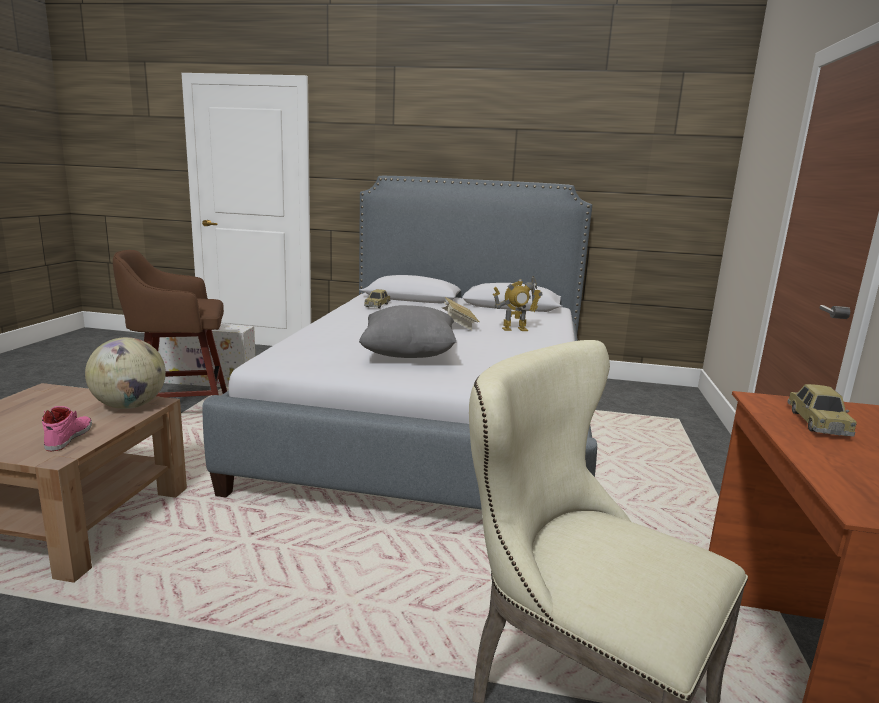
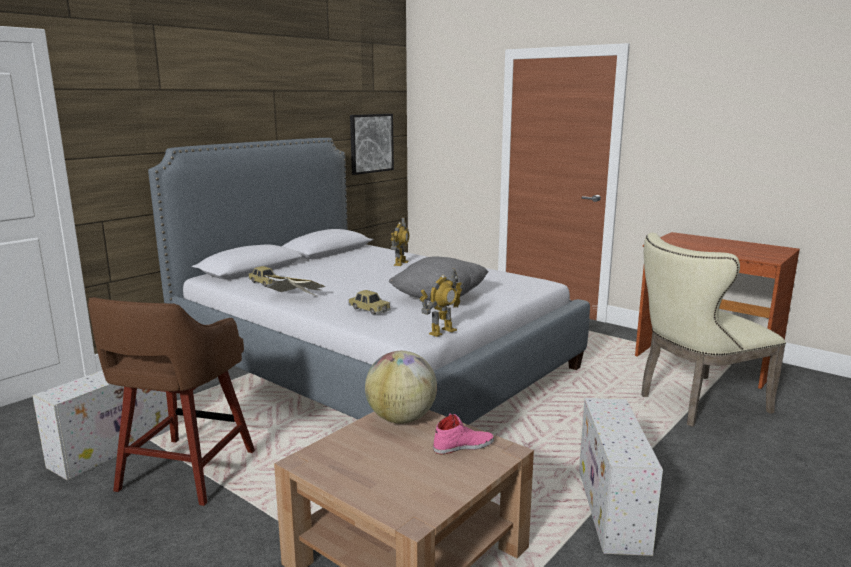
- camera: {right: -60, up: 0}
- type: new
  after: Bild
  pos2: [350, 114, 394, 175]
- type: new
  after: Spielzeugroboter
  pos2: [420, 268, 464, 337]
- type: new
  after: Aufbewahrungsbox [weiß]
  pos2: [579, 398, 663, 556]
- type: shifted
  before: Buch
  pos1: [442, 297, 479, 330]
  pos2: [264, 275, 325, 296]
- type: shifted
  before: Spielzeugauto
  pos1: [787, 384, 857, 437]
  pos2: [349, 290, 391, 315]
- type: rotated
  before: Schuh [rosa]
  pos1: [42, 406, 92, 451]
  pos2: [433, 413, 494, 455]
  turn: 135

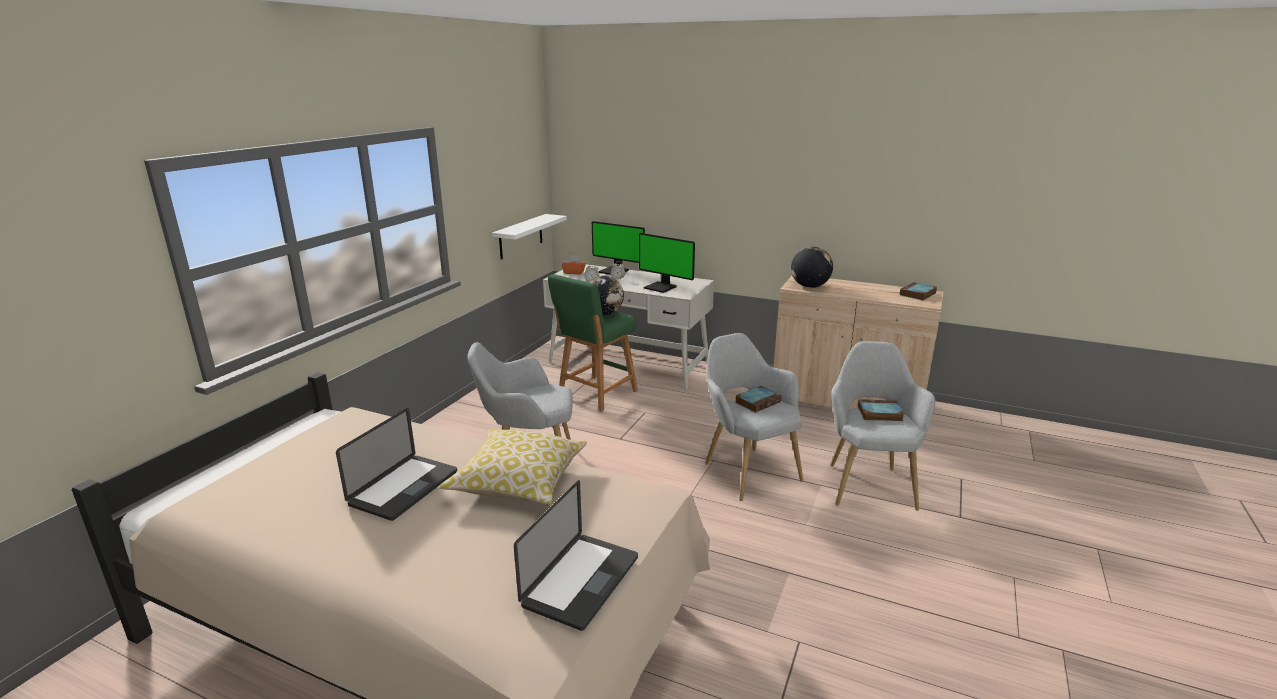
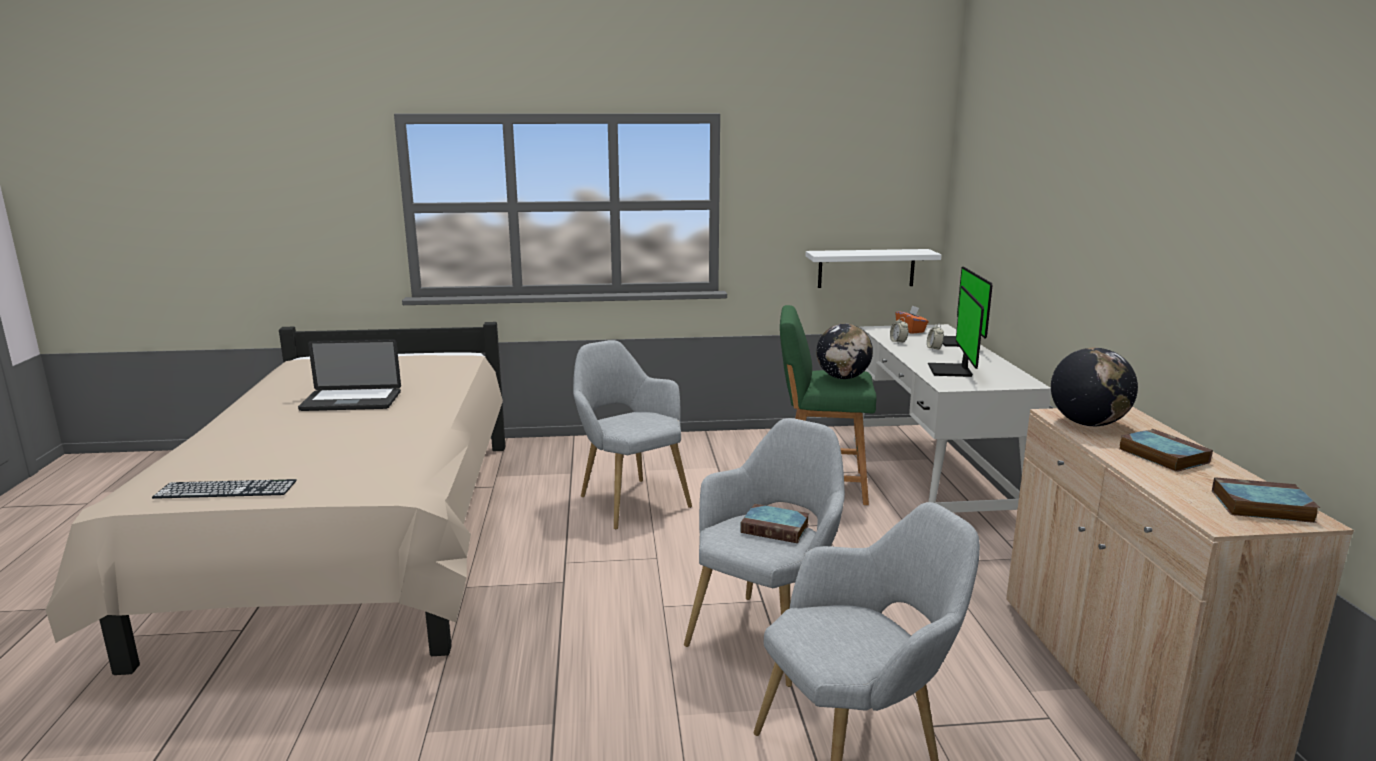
- camera: {right: 60, up: -5}
- type: gone
  before: Kissen
  pos1: [439, 429, 587, 504]
- type: shifted
  before: Buch
  pos1: [858, 399, 905, 421]
  pos2: [1119, 429, 1213, 472]
- type: swapped
  before: Laptop
  after: Tastatur
  pos1: [514, 480, 638, 631]
  pos2: [152, 479, 297, 499]

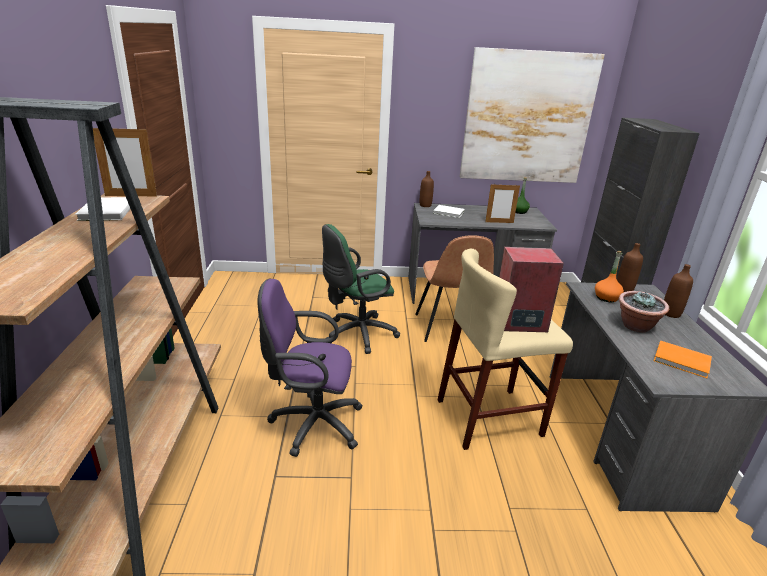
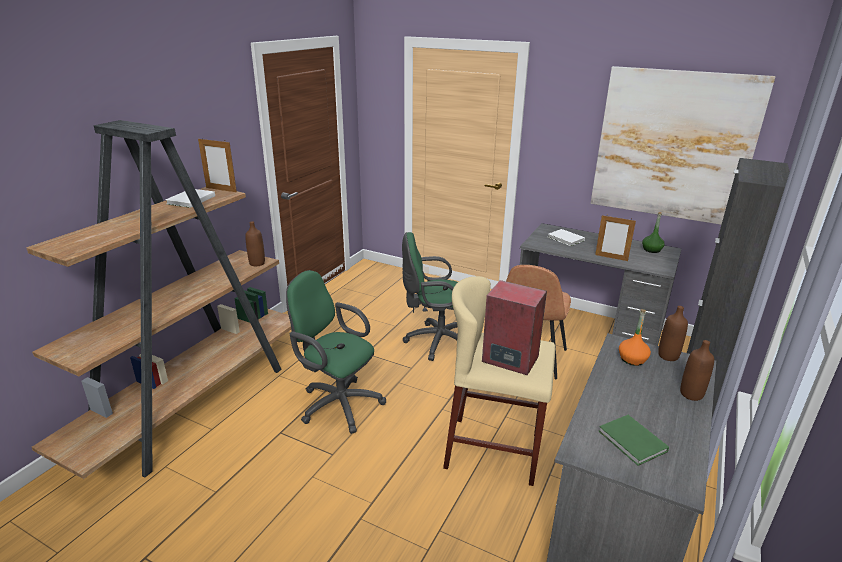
- camera: {right: 30, up: 0}
- type: gone
  before: Topfpflanze
  pos1: [619, 291, 669, 333]
- type: shifted
  before: Flasche [braun]
  pos1: [420, 171, 434, 207]
  pos2: [245, 221, 265, 266]
- type: repainted
  before: Bürostuhl [lila]
  after: Bürostuhl [grün]
  pos1: [257, 279, 363, 457]
  pos2: [286, 270, 386, 434]
- type: repainted
  before: Buch [orange]
  after: Buch [grün]
  pos1: [654, 340, 712, 378]
  pos2: [598, 415, 669, 466]

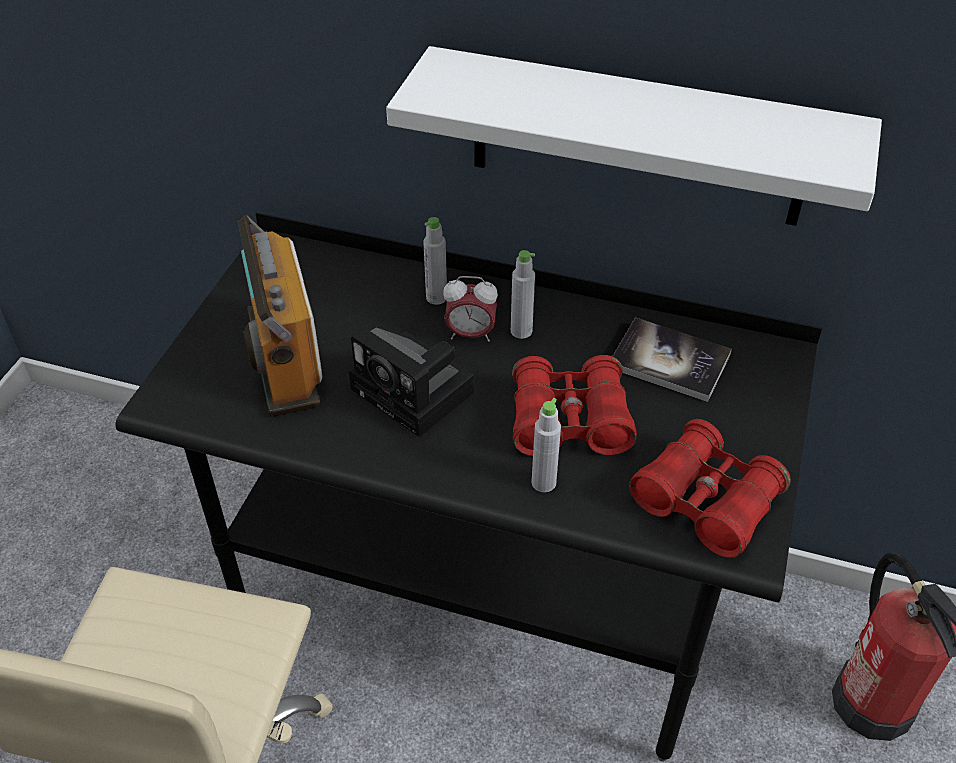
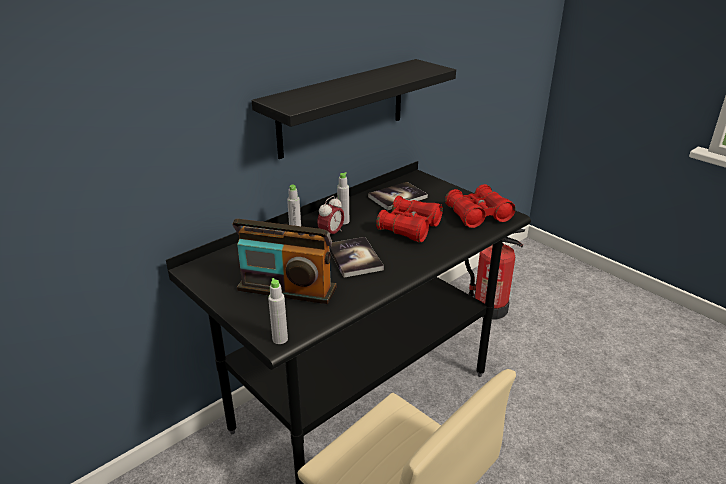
- camera: {right: -60, up: -15}
- type: shifted
  before: Flasche [grau]
  pos1: [531, 398, 561, 492]
  pos2: [268, 278, 288, 344]
- type: swapped
  before: Kamera
  after: Buch
  pos1: [349, 328, 474, 437]
  pos2: [329, 237, 384, 278]
- type: repainted
  before: Wandregal [weiß]
  after: Wandregal [schwarz]
  pos1: [386, 46, 882, 226]
  pos2: [252, 59, 456, 159]

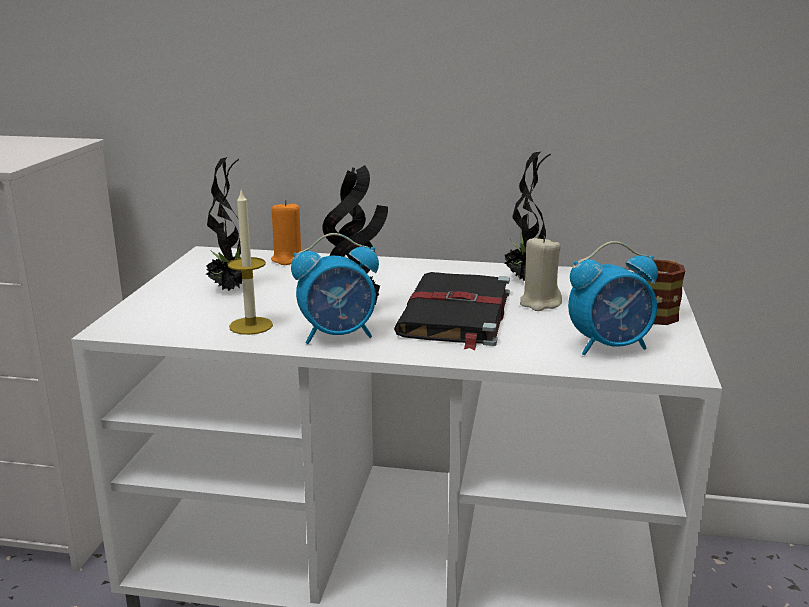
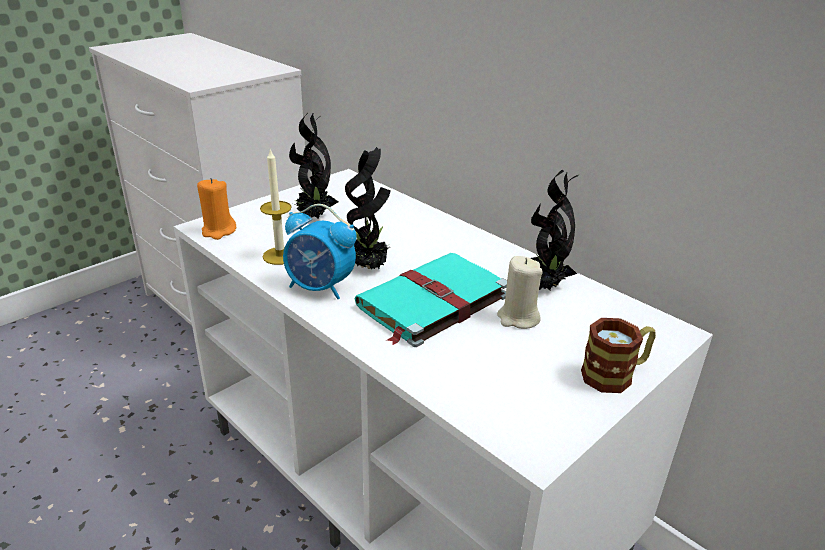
- camera: {right: 35, up: 10}
- type: gone
  before: Wecker
  pos1: [568, 241, 658, 356]
- type: shifted
  before: Kerze [orange]
  pos1: [271, 200, 301, 265]
  pos2: [197, 178, 236, 240]
- type: repainted
  before: Buch [schwarz]
  after: Buch [türkis]
  pos1: [394, 272, 510, 350]
  pos2: [355, 253, 507, 347]

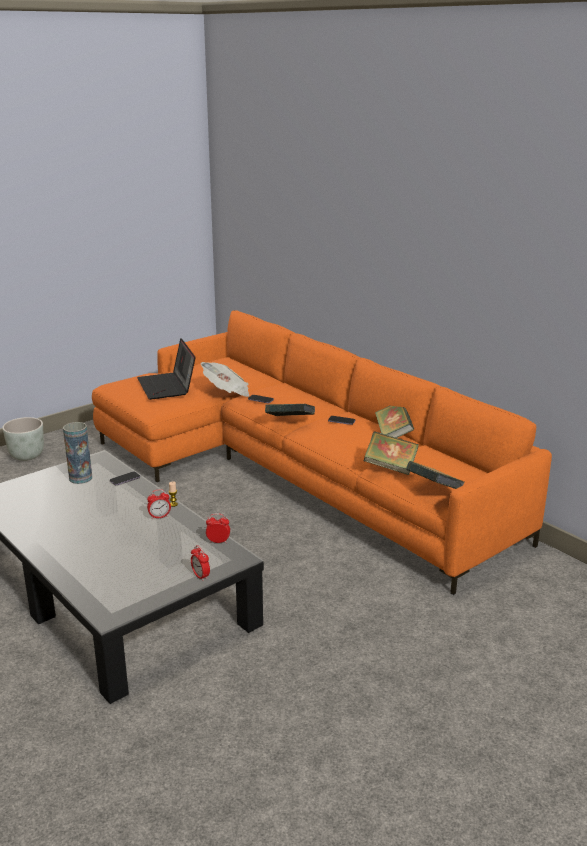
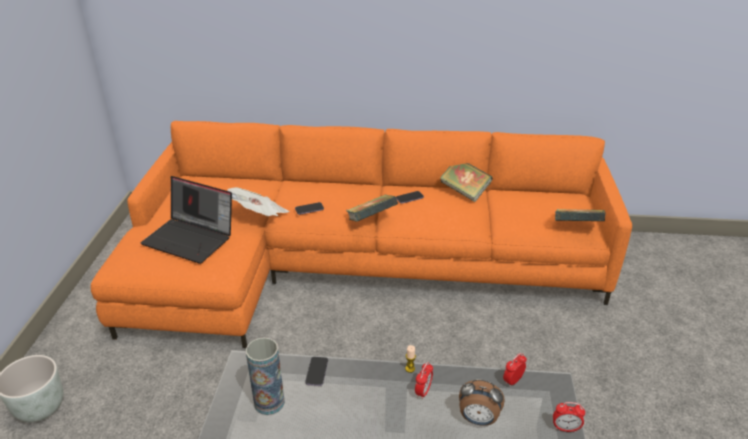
- camera: {right: -45, up: 10}
- type: gone
  before: Buch
  pos1: [364, 431, 419, 475]
- type: new
  after: Wecker
  pos2: [459, 379, 504, 426]

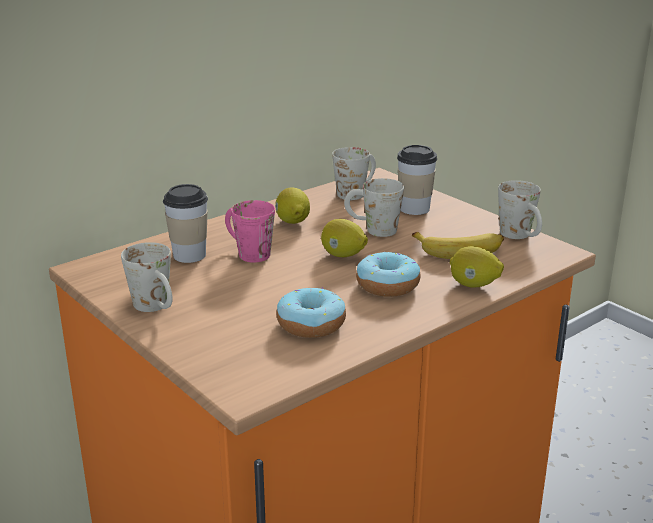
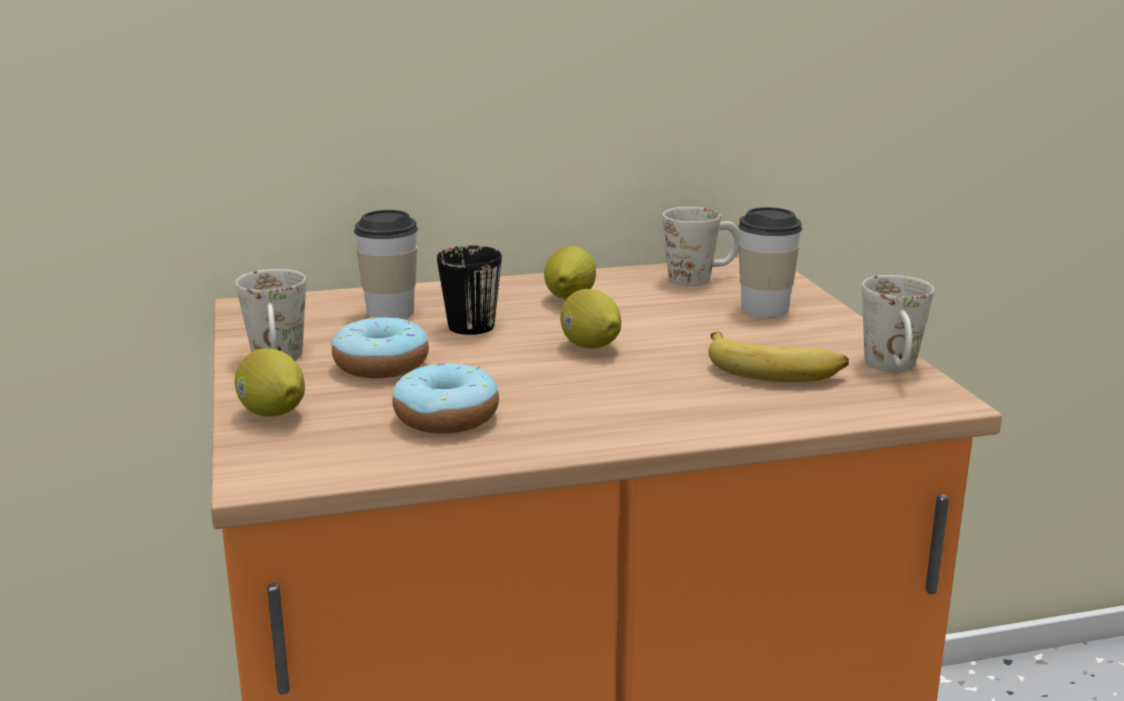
- camera: {right: 25, up: -5}
- type: gone
  before: Henkelbecher [weiß]
  pos1: [344, 178, 404, 237]
- type: shifted
  before: Donut
  pos1: [356, 252, 421, 297]
  pos2: [331, 317, 429, 378]
- type: shifted
  before: Zitrone
  pos1: [450, 246, 504, 287]
  pos2: [234, 349, 305, 417]
- type: repainted
  before: Henkelbecher [rosa]
  after: Henkelbecher [schwarz]
  pos1: [225, 200, 275, 263]
  pos2: [437, 245, 502, 335]

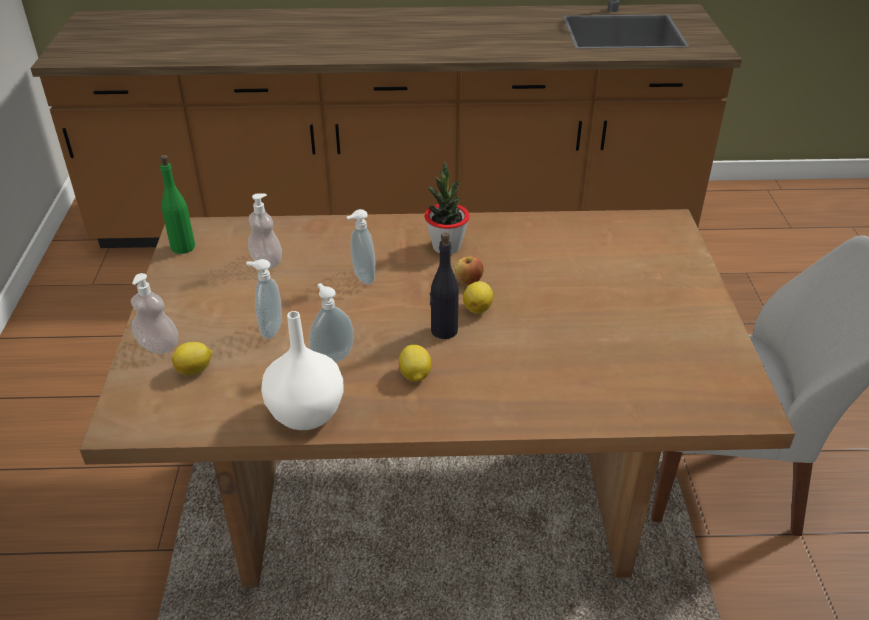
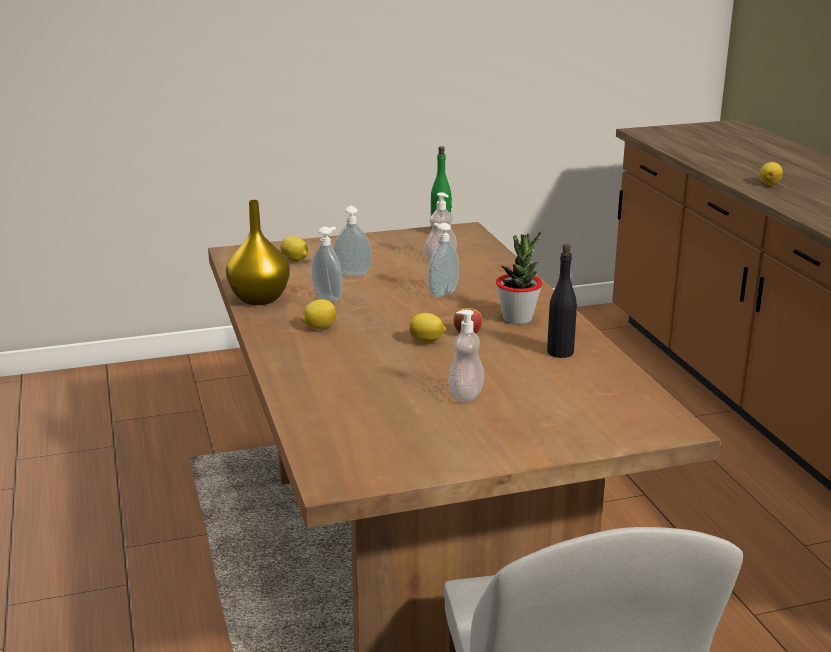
- camera: {right: 75, up: -15}
- type: new
  after: Zitrone
  pos2: [759, 162, 783, 185]
- type: shifted
  before: Seifenspender
  pos1: [131, 273, 178, 353]
  pos2: [448, 310, 484, 402]
- type: shifted
  before: Flasche [schwarz]
  pos1: [430, 232, 459, 339]
  pos2: [547, 244, 577, 358]
- type: repainted
  before: Vase [weiß]
  after: Vase [gelb]
  pos1: [261, 311, 343, 430]
  pos2: [226, 200, 290, 305]

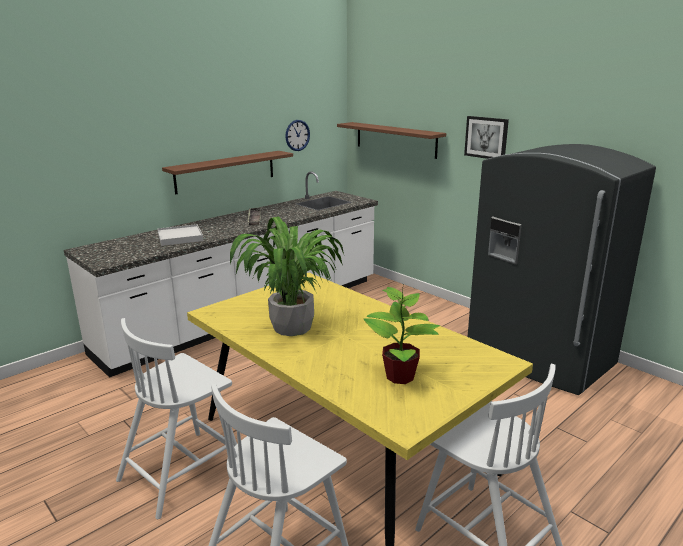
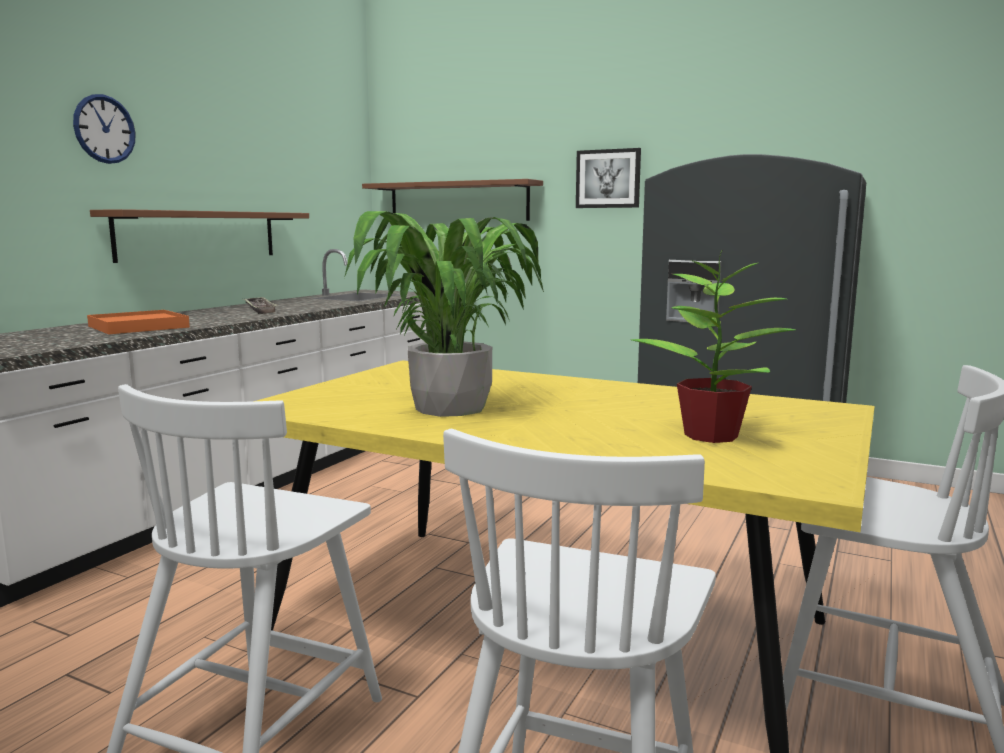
- camera: {right: -20, up: -10}
- type: shifted
  before: Wanduhr
  pos1: [285, 120, 310, 151]
  pos2: [73, 94, 136, 164]
- type: repainted
  before: Tablett [weiß]
  after: Tablett [orange]
  pos1: [157, 224, 204, 246]
  pos2: [87, 310, 190, 334]

